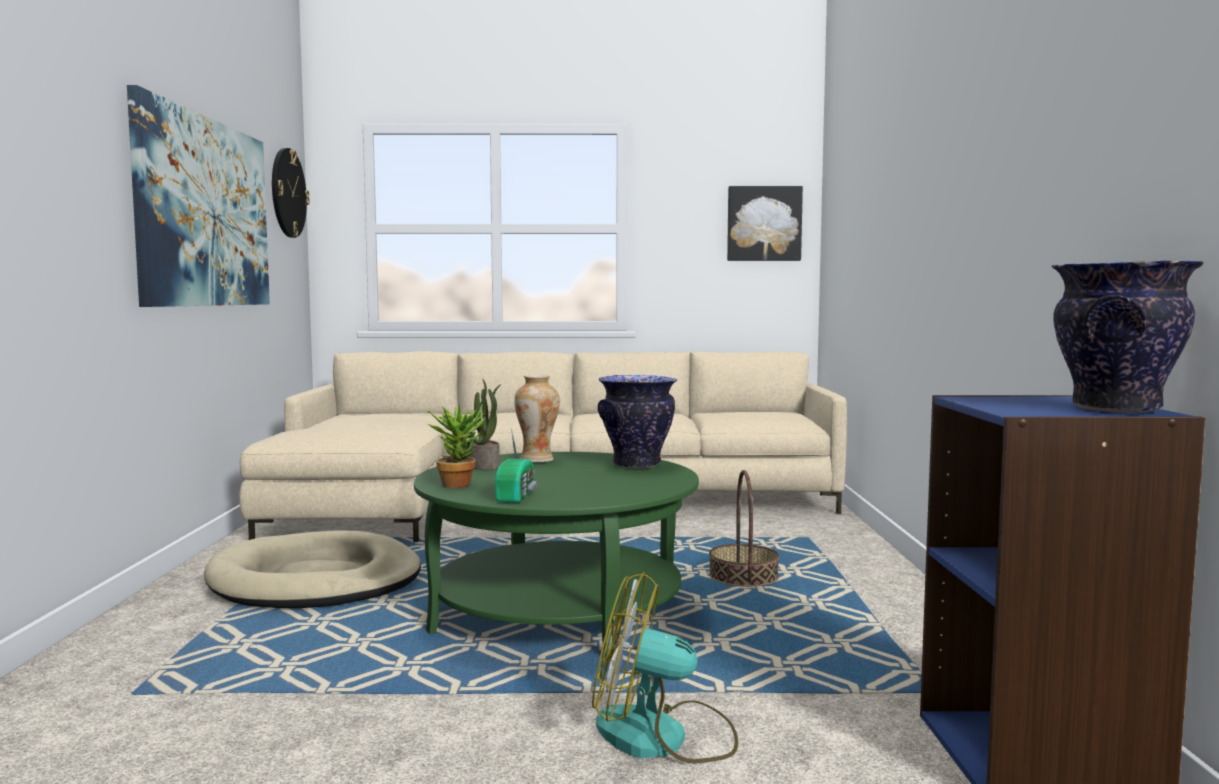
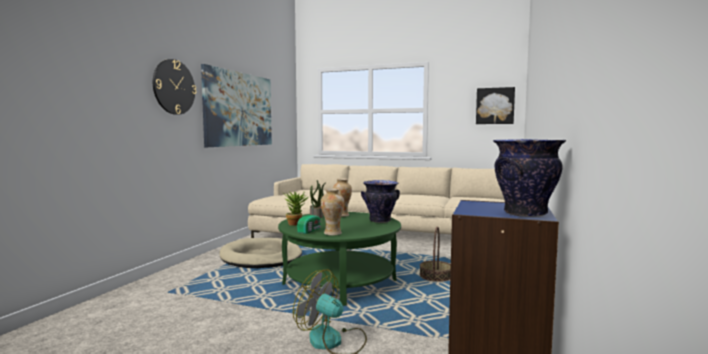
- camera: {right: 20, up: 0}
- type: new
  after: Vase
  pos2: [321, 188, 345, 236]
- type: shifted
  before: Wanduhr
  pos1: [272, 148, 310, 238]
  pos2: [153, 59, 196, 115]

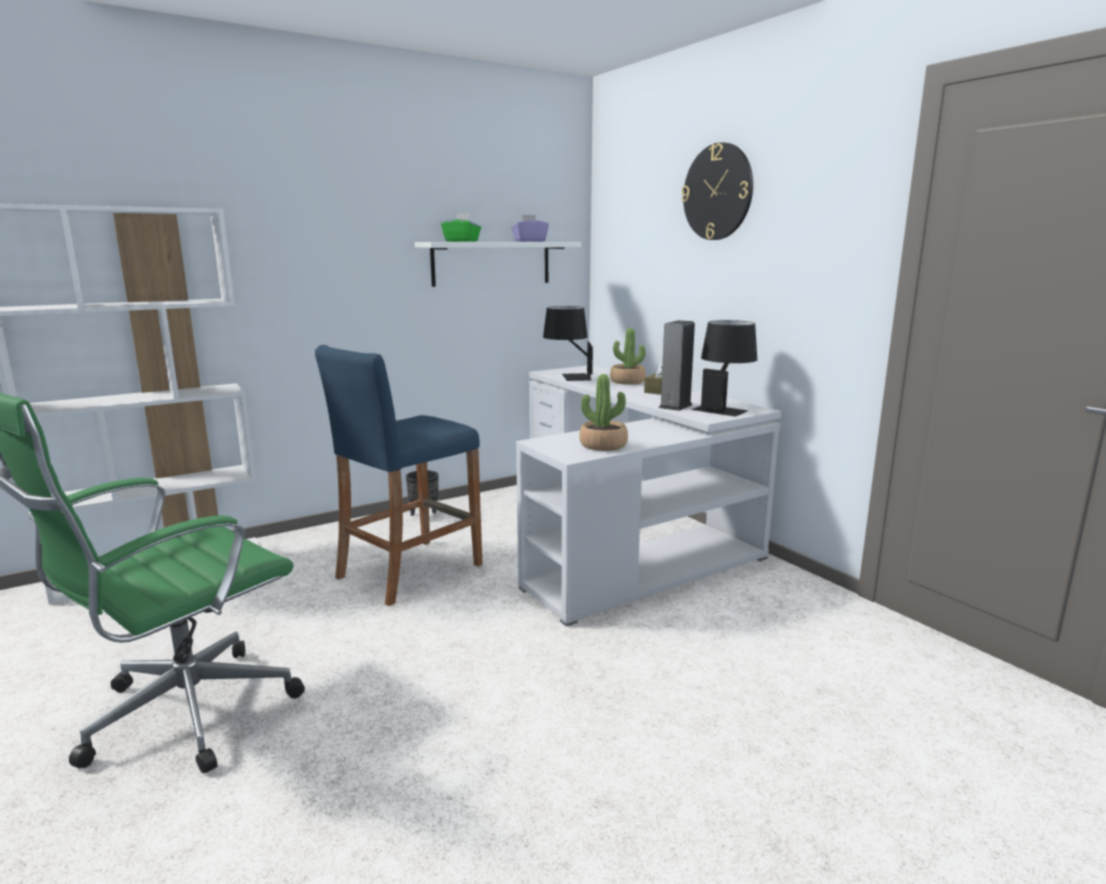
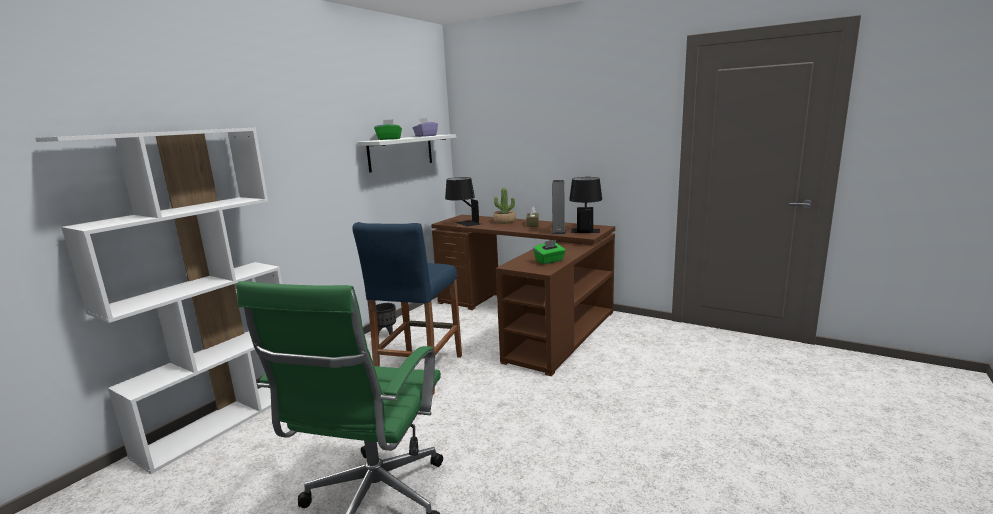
- camera: {right: -25, up: 0}
- type: gone
  before: Wanduhr
  pos1: [681, 142, 753, 240]
- type: swapped
  before: Topfpflanze
  after: Taschentuchbox [grün]
  pos1: [579, 374, 628, 451]
  pos2: [533, 240, 566, 264]
- type: repainted
  before: Schreibtisch [weiß]
  after: Schreibtisch [braun]
  pos1: [516, 365, 781, 627]
  pos2: [431, 215, 615, 376]

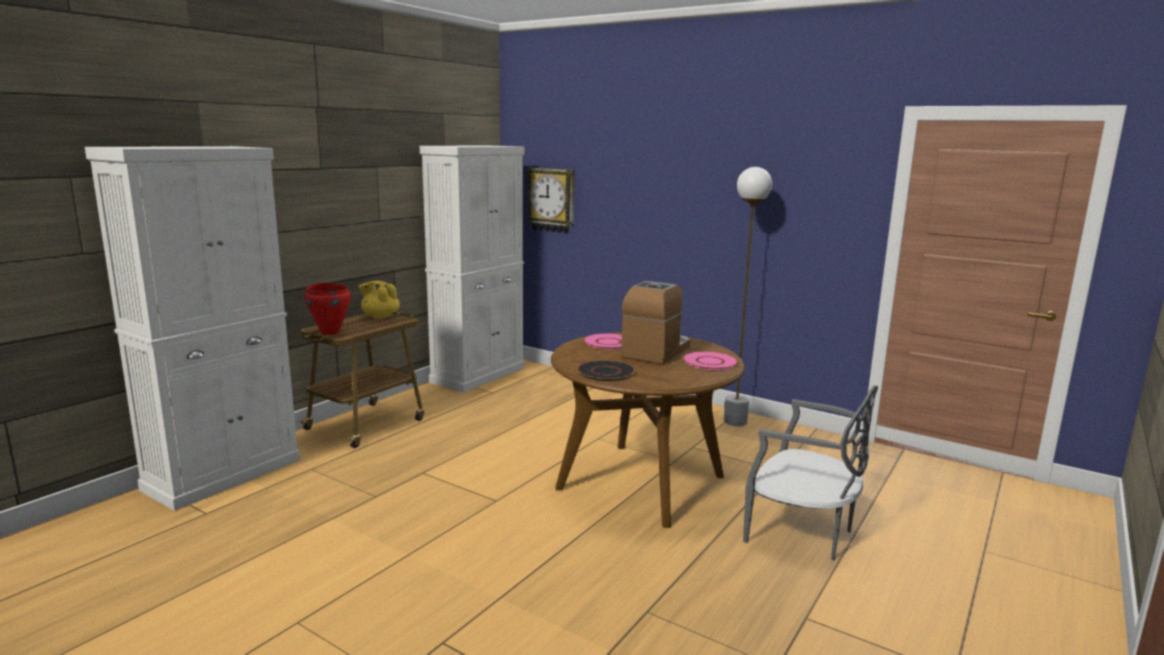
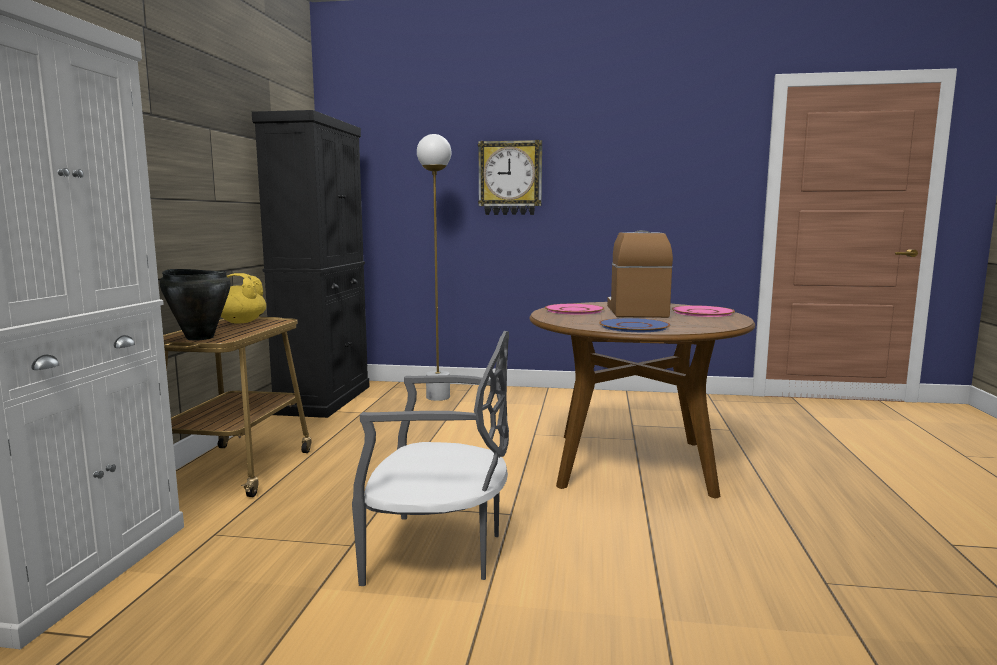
- camera: {right: -25, up: -5}
- type: shifted
  before: Wanduhr
  pos1: [526, 168, 575, 233]
  pos2: [478, 140, 542, 215]
- type: shifted
  before: Stehlampe [weiß]
  pos1: [724, 167, 772, 426]
  pos2: [417, 134, 451, 401]
- type: shifted
  before: Stuhl [grau]
  pos1: [743, 385, 878, 560]
  pos2: [352, 331, 509, 586]
- type: repainted
  before: Kochtopf [rot]
  after: Kochtopf [schwarz]
  pos1: [304, 283, 351, 335]
  pos2: [160, 269, 231, 340]
- type: repainted
  before: Schrank [weiß]
  after: Schrank [schwarz]
  pos1: [420, 146, 524, 393]
  pos2: [252, 110, 370, 418]
- type: repainted
  before: Teller [schwarz]
  after: Teller [blau]
  pos1: [577, 360, 636, 381]
  pos2: [599, 318, 670, 332]

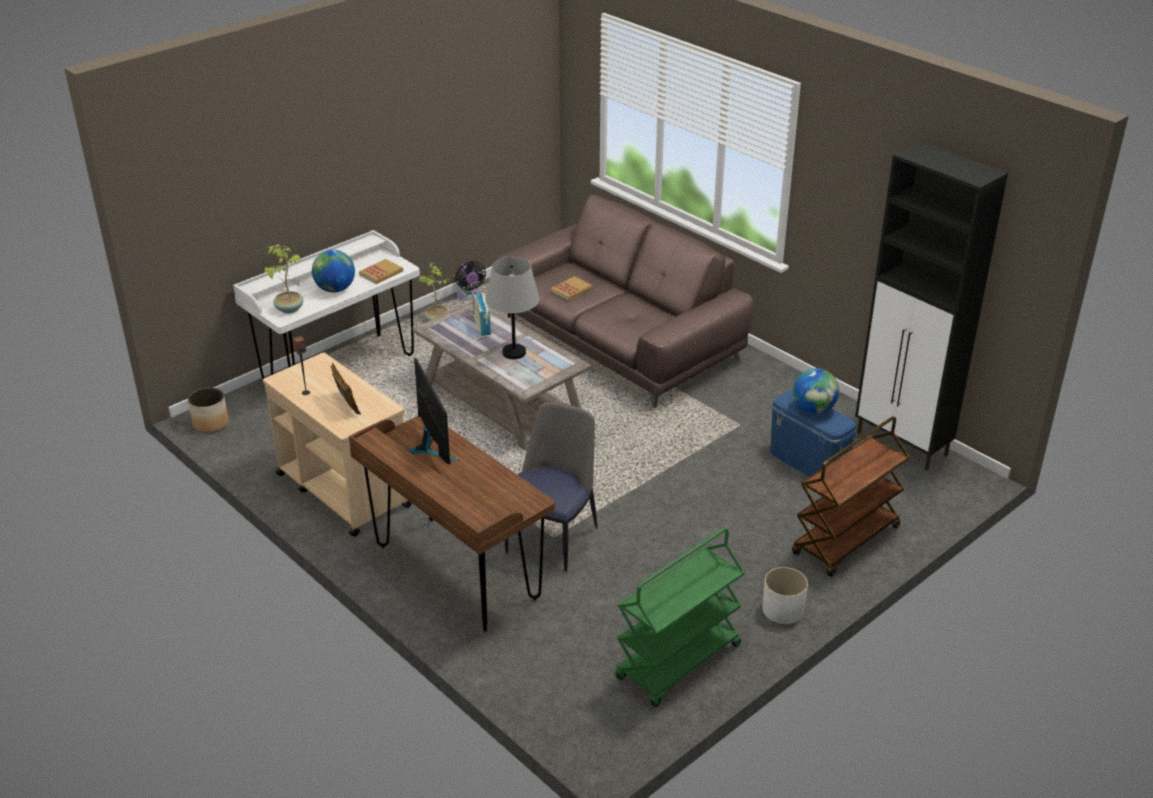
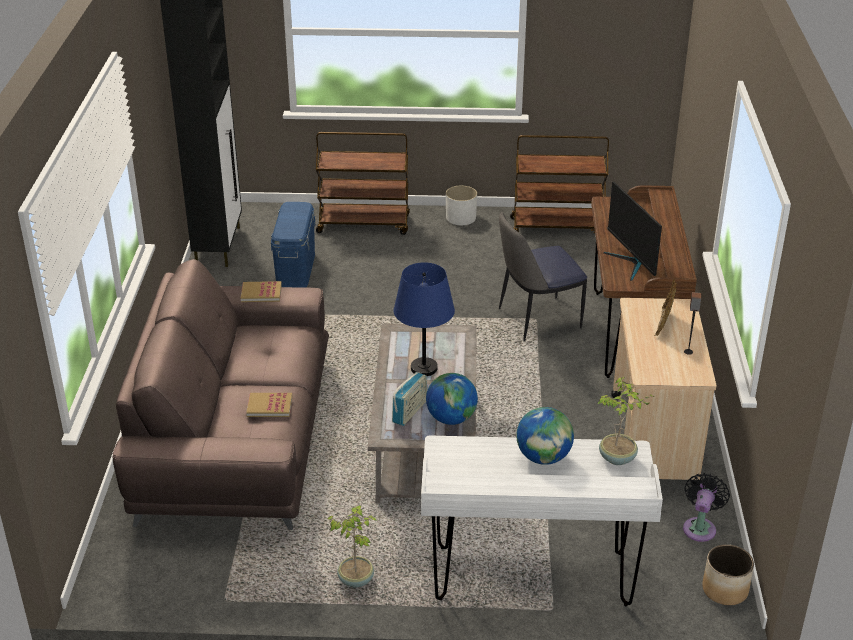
- camera: {right: -135, up: 0}
- type: shifted
  before: Buch
  pos1: [359, 259, 403, 284]
  pos2: [241, 281, 282, 302]
- type: shifted
  before: Ventilator [schwarz]
  pos1: [455, 261, 486, 300]
  pos2: [683, 473, 730, 542]
- type: shifted
  before: Globus
  pos1: [793, 368, 839, 414]
  pos2: [426, 373, 478, 425]
- type: repainted
  before: Tischlampe [grau]
  after: Tischlampe [blau]
  pos1: [486, 257, 539, 359]
  pos2: [394, 262, 455, 376]
- type: repainted
  before: Rollwagen [grün]
  after: Rollwagen [braun]
  pos1: [615, 528, 745, 707]
  pos2: [510, 135, 609, 233]
- type: rotated
  before: Monitor
  pos1: [408, 358, 460, 464]
  pos2: [604, 181, 662, 281]
  turn: -45

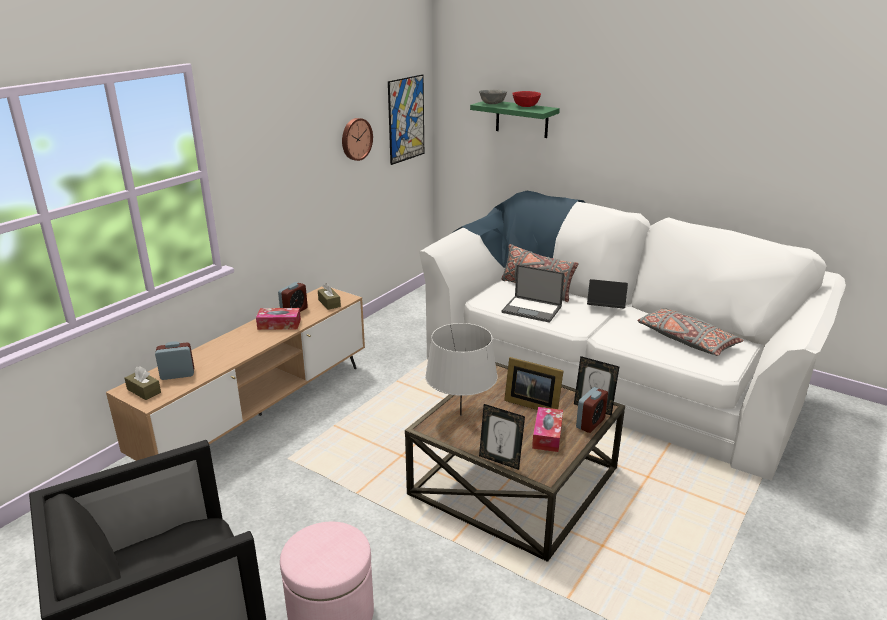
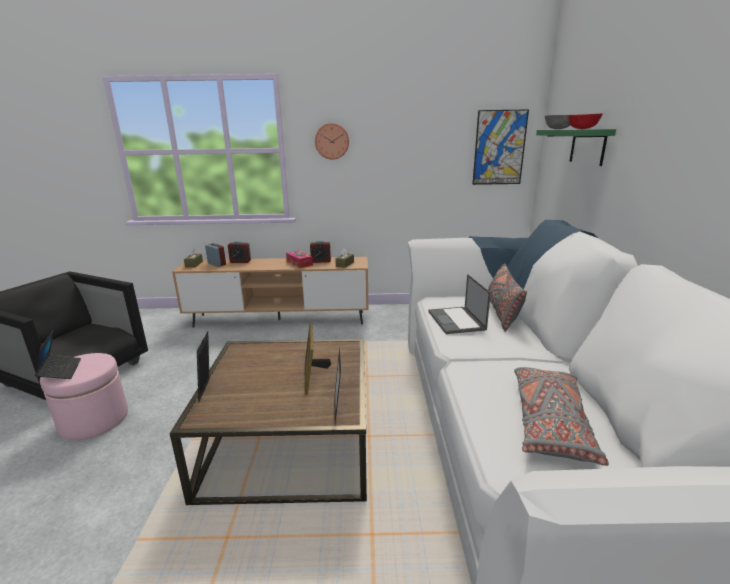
- camera: {right: 55, up: -5}
- type: gone
  before: Tischlampe [grau]
  pos1: [425, 323, 498, 416]
- type: gone
  before: Taschentuchbox
  pos1: [532, 407, 563, 452]
- type: shifted
  before: Wanduhr
  pos1: [342, 118, 373, 161]
  pos2: [315, 123, 349, 160]
- type: shifted
  before: Wecker
  pos1: [576, 387, 608, 433]
  pos2: [228, 241, 251, 263]
- type: shifted
  before: Laptop
  pos1: [587, 279, 628, 308]
  pos2: [35, 330, 81, 379]

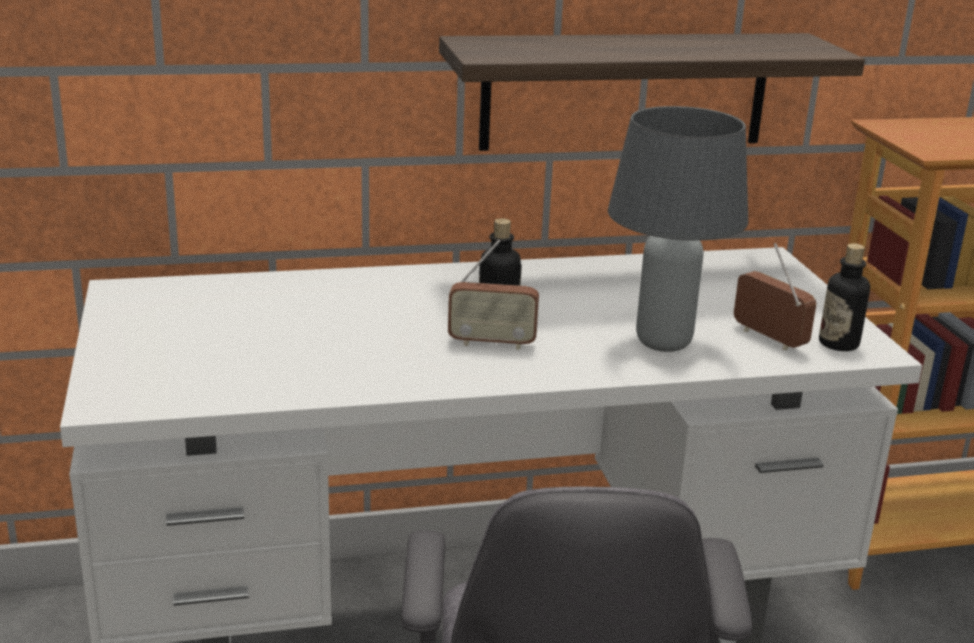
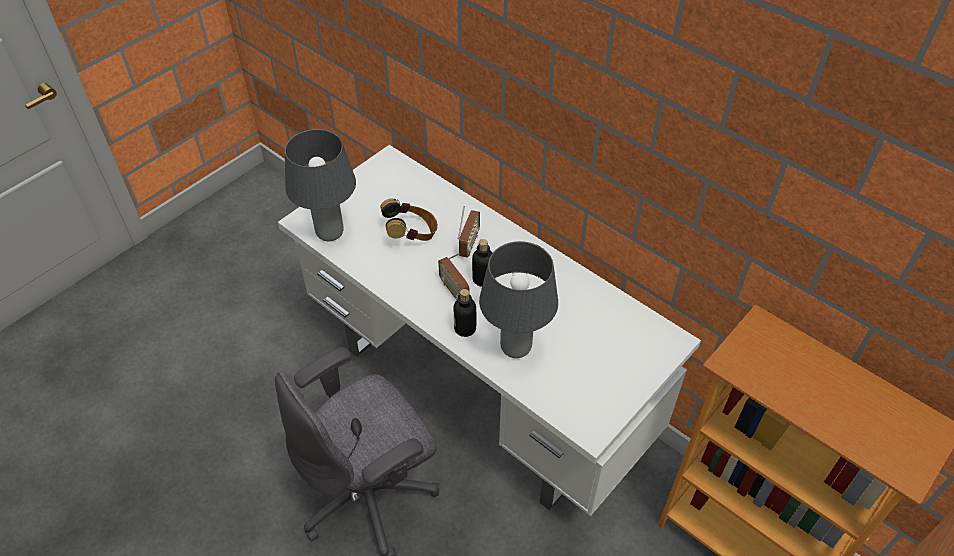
- camera: {right: 55, up: 25}
- type: gone
  before: Wandregal
  pos1: [439, 33, 865, 151]
- type: new
  after: Tischlampe [grau]
  pos2: [285, 129, 356, 241]
- type: new
  after: Kopfhörer
  pos2: [380, 198, 438, 241]
- type: shifted
  before: Radio
  pos1: [734, 243, 816, 350]
  pos2: [458, 206, 480, 258]
- type: shifted
  before: Flasche
  pos1: [819, 243, 870, 351]
  pos2: [453, 289, 476, 337]

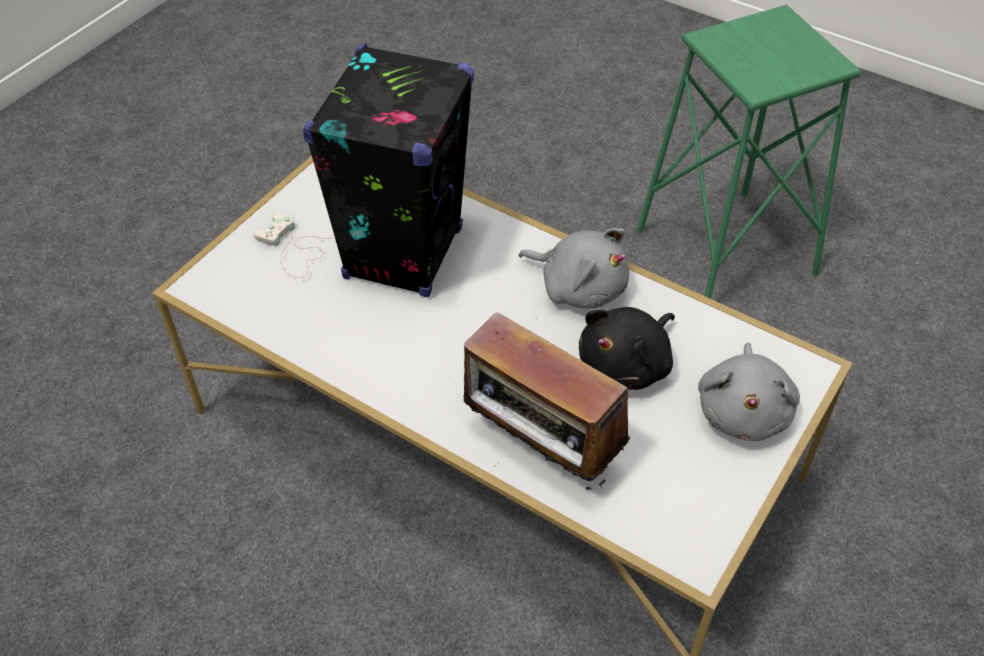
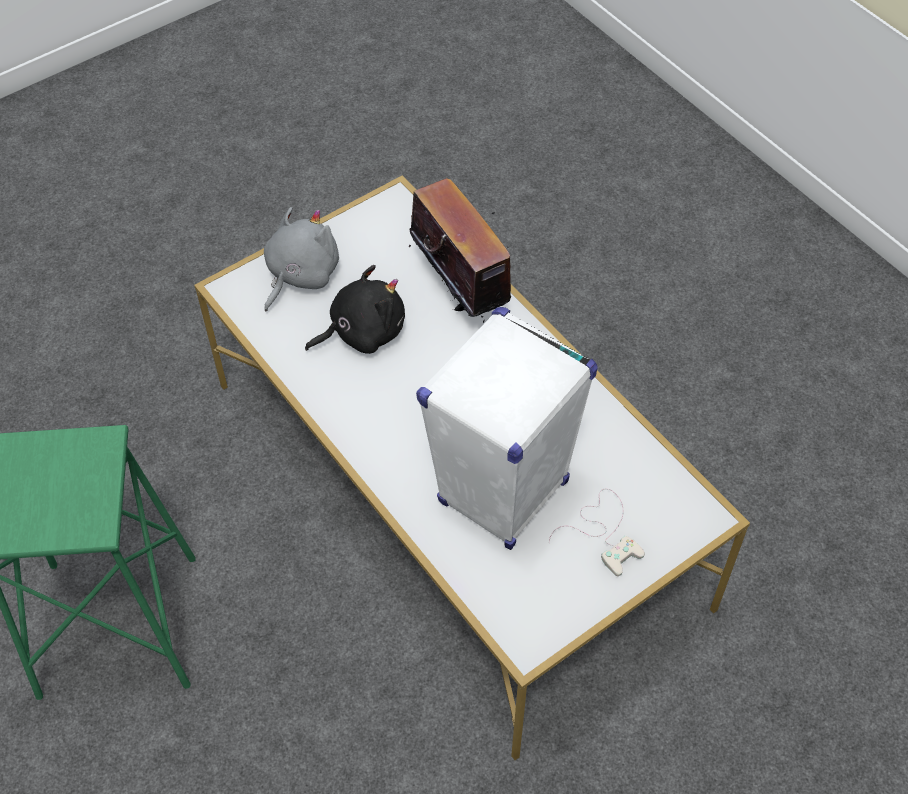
- camera: {right: -160, up: 5}
- type: gone
  before: Plüschtier [grau]
  pos1: [519, 228, 629, 309]
- type: repainted
  before: Lautsprecher [schwarz]
  after: Lautsprecher [weiß]
  pos1: [303, 43, 474, 297]
  pos2: [416, 307, 597, 550]

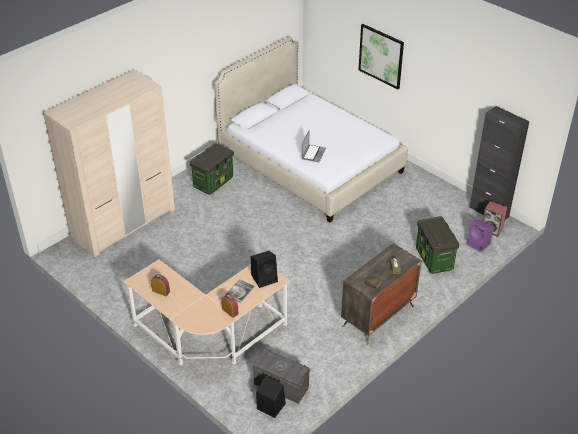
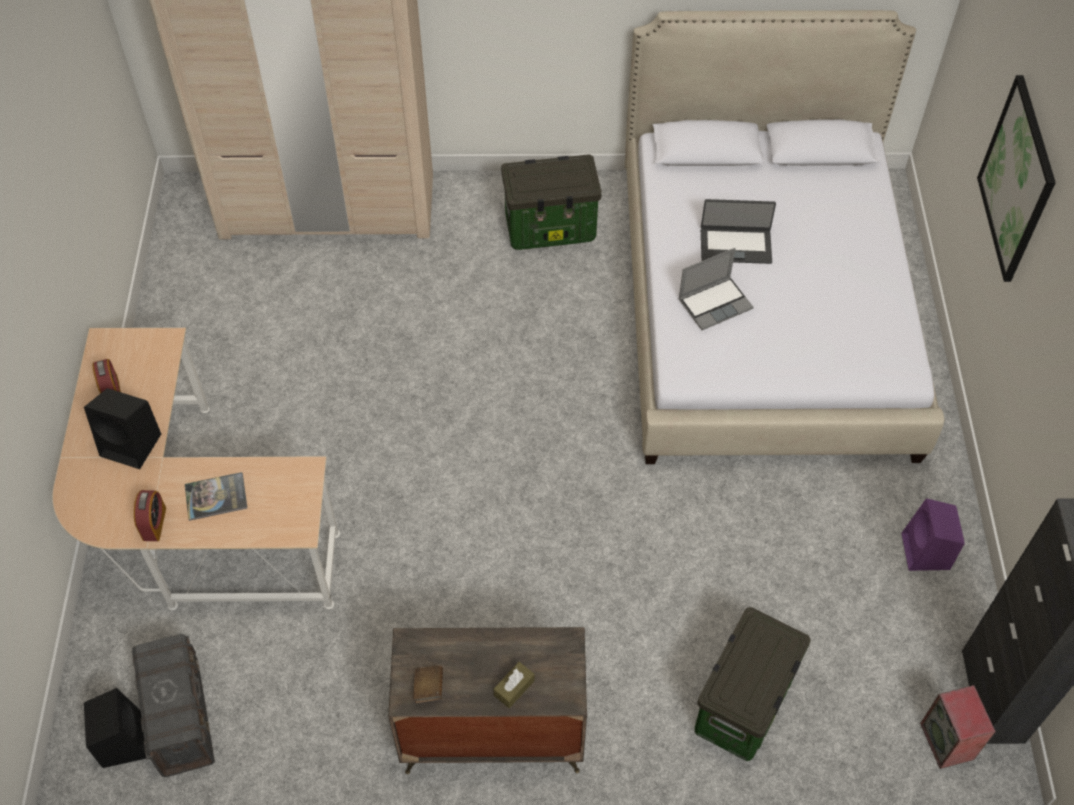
- camera: {right: 45, up: 15}
- type: new
  after: Laptop
  pos2: [701, 199, 776, 264]
- type: shifted
  before: Lautsprecher [schwarz]
  pos1: [251, 251, 278, 288]
  pos2: [84, 388, 161, 469]
- type: shifted
  before: Lautsprecher [lila]
  pos1: [466, 219, 494, 252]
  pos2: [901, 498, 965, 571]

